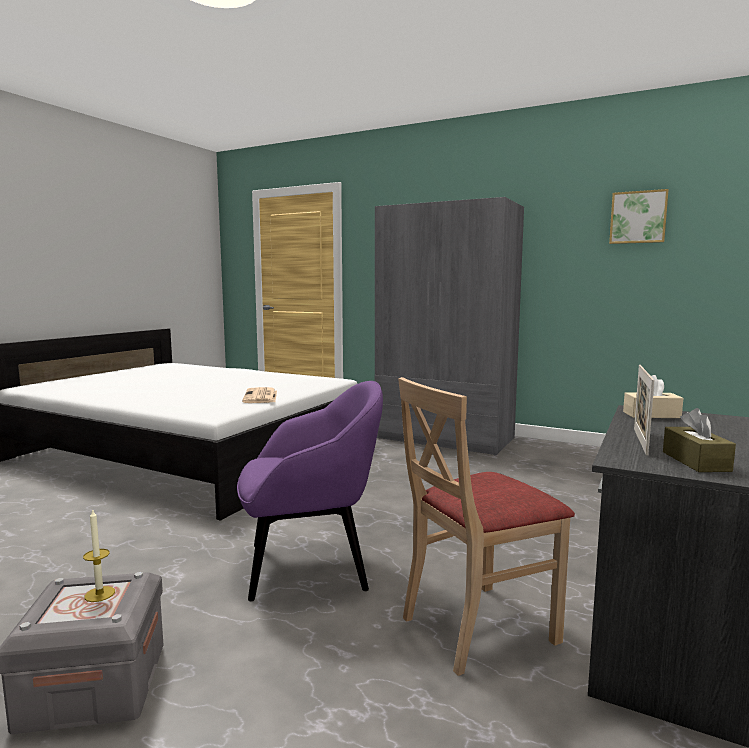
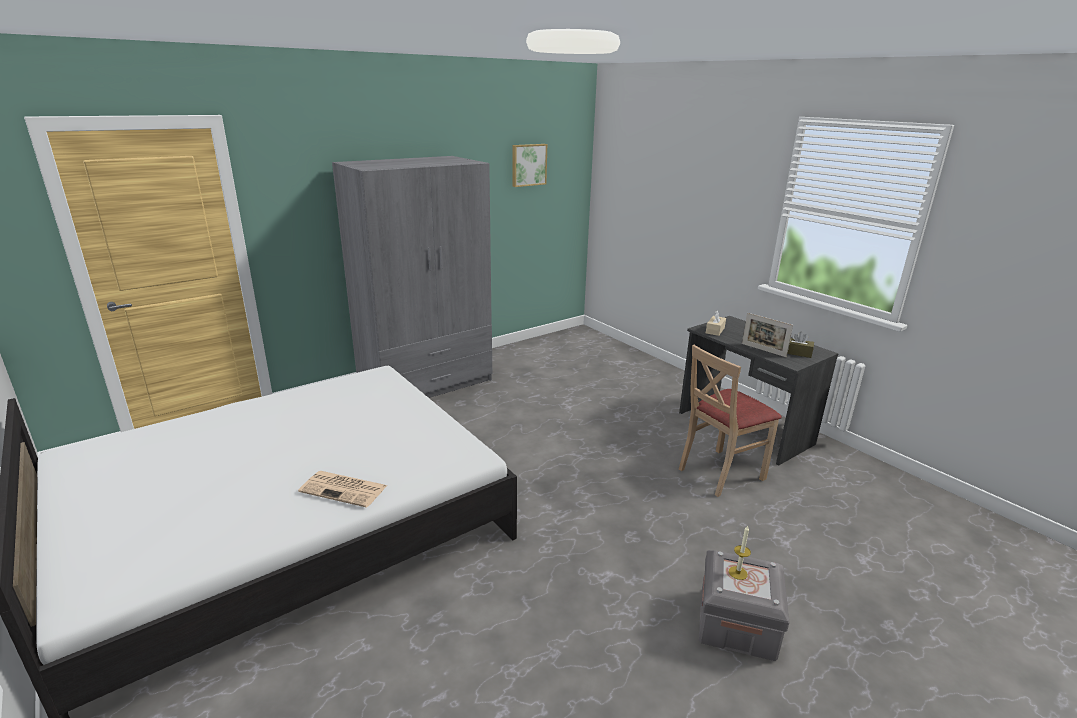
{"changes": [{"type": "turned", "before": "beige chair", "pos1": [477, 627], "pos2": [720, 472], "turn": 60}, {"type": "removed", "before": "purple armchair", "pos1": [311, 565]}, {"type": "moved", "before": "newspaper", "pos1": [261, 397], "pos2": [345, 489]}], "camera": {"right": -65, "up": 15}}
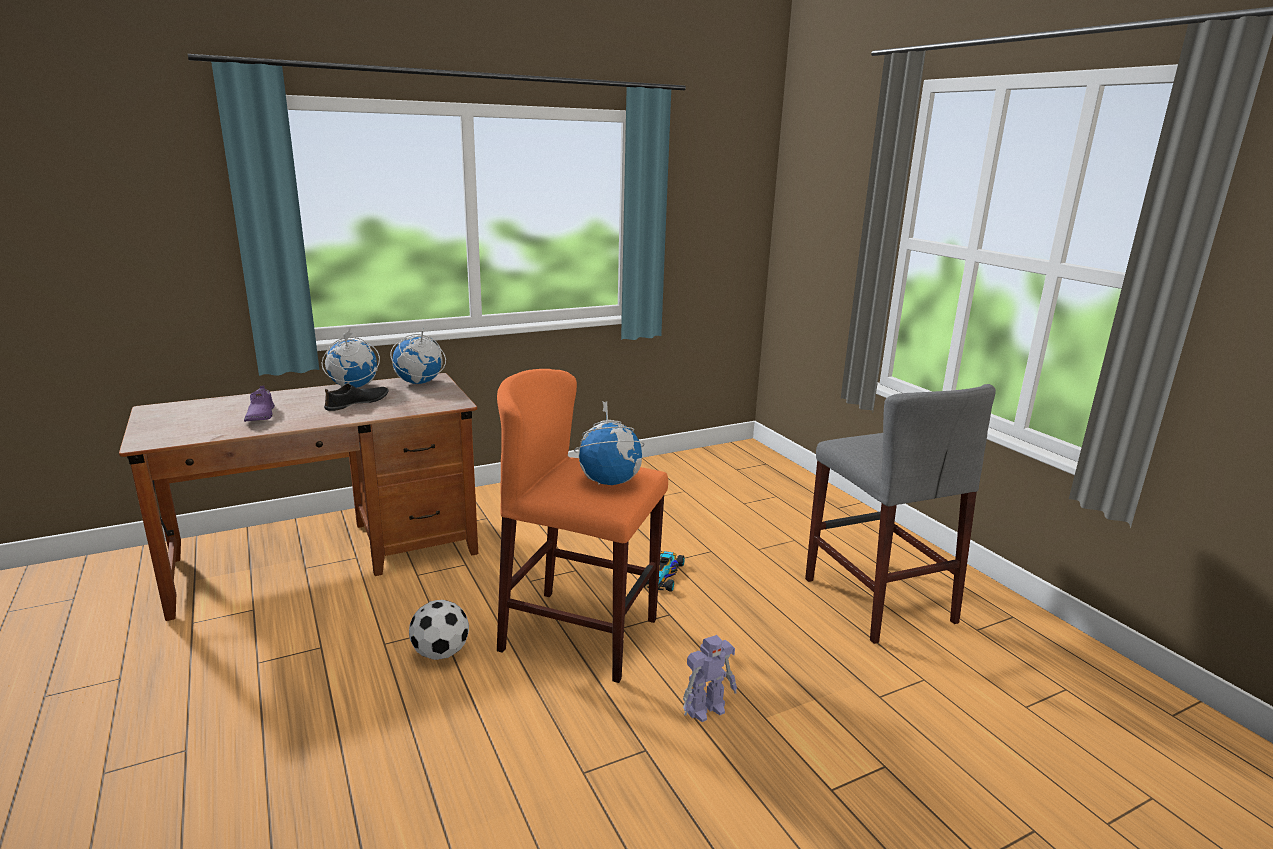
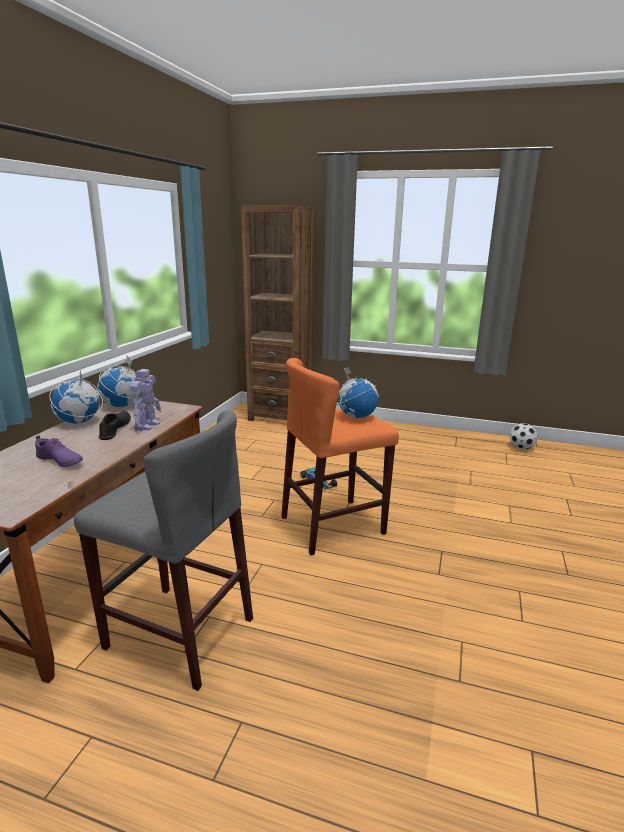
{"changes": [{"type": "moved", "before": "grey stool", "pos1": [878, 599], "pos2": [179, 632]}, {"type": "moved", "before": "football", "pos1": [441, 652], "pos2": [521, 448]}, {"type": "moved", "before": "toy robot", "pos1": [707, 709], "pos2": [147, 425]}, {"type": "added", "after": "brown bookcase", "pos2": [280, 416]}], "camera": {"right": -45, "up": 0}}
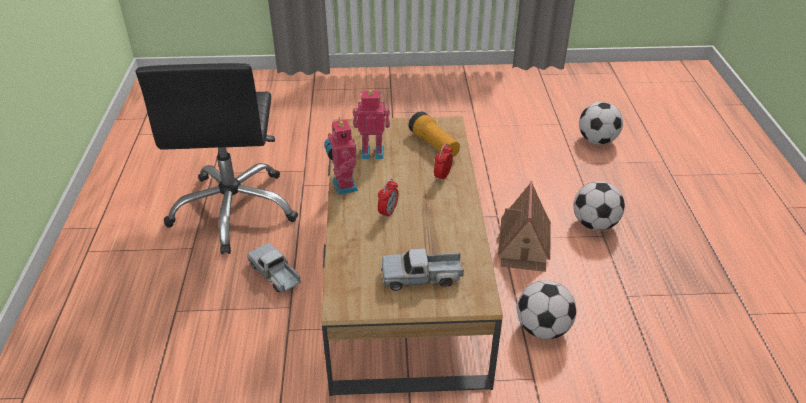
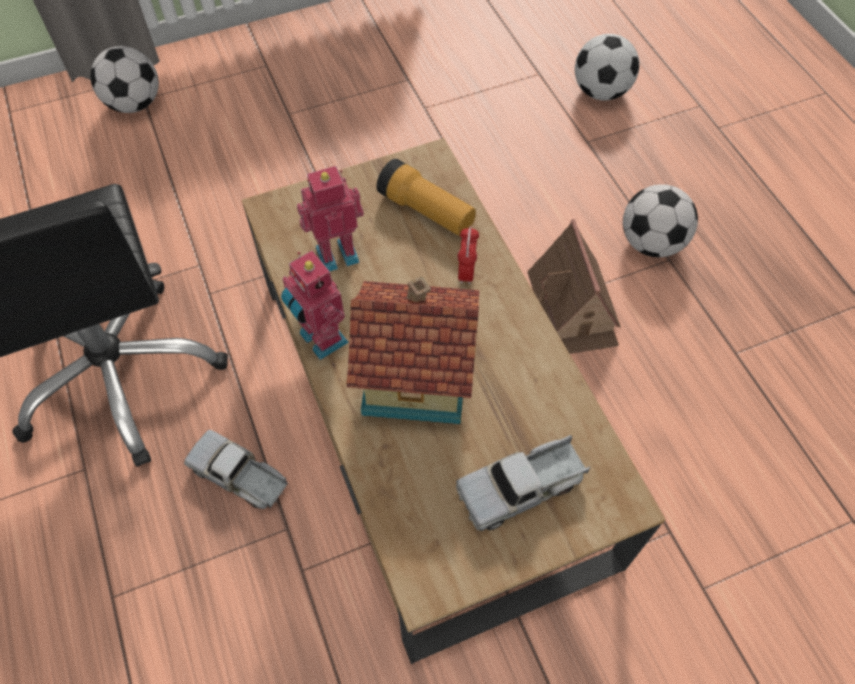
{"changes": [{"type": "replaced", "before": "alarm clock", "after": "toy house", "pos1": [388, 212], "pos2": [415, 373]}, {"type": "moved", "before": "football", "pos1": [542, 328], "pos2": [135, 104]}], "camera": {"right": -20, "up": 20}}
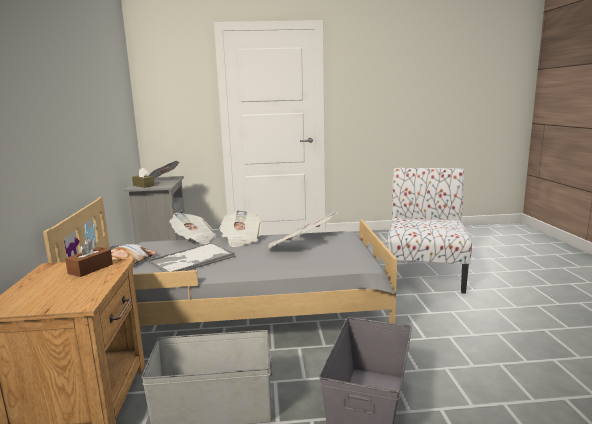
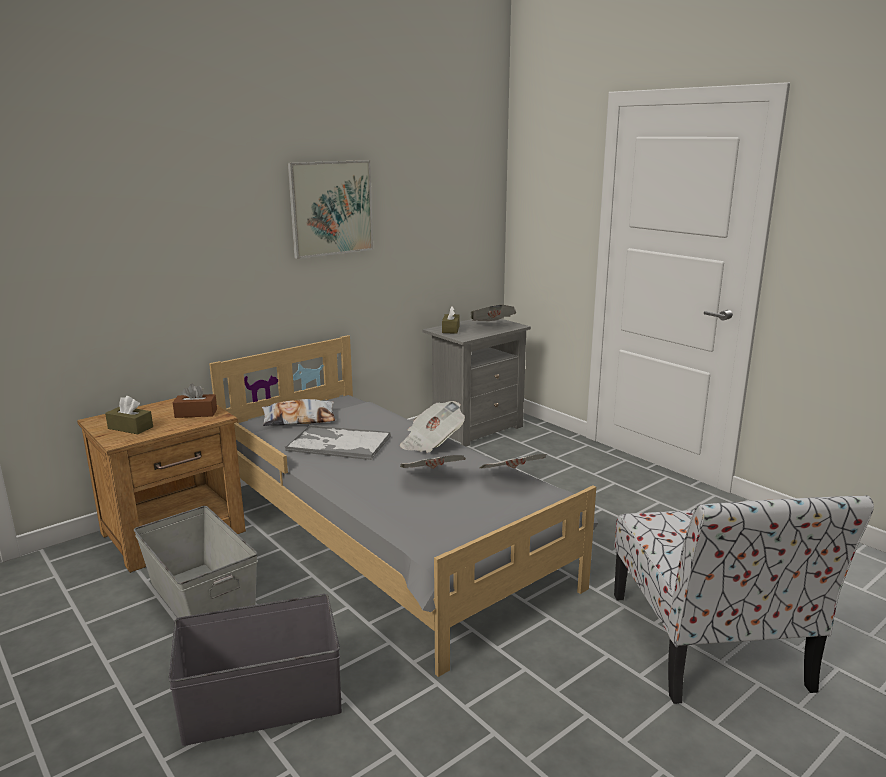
{"changes": [{"type": "turned", "before": "chair", "pos1": [424, 273], "pos2": [709, 643], "turn": 105}, {"type": "removed", "before": "newspaper", "pos1": [194, 239]}, {"type": "added", "after": "picture", "pos2": [331, 208]}, {"type": "added", "after": "brown tissue box", "pos2": [130, 428]}], "camera": {"right": 55, "up": 5}}
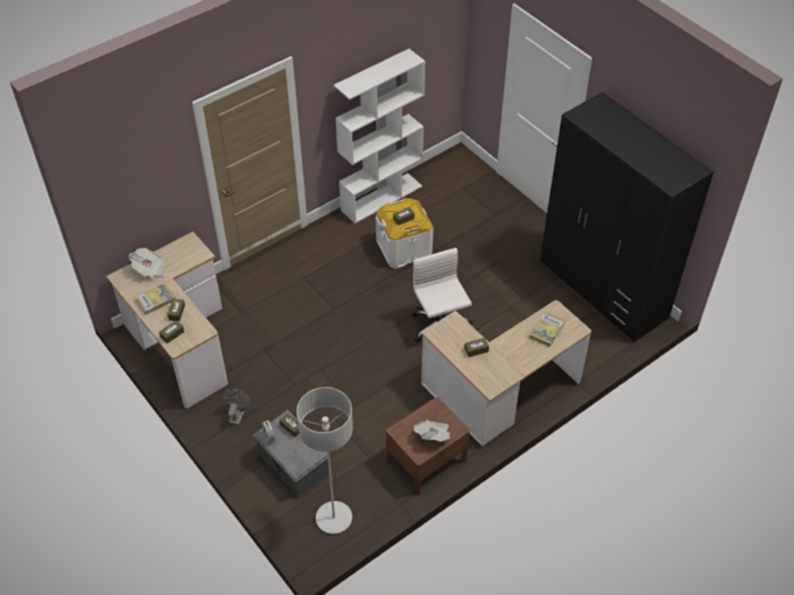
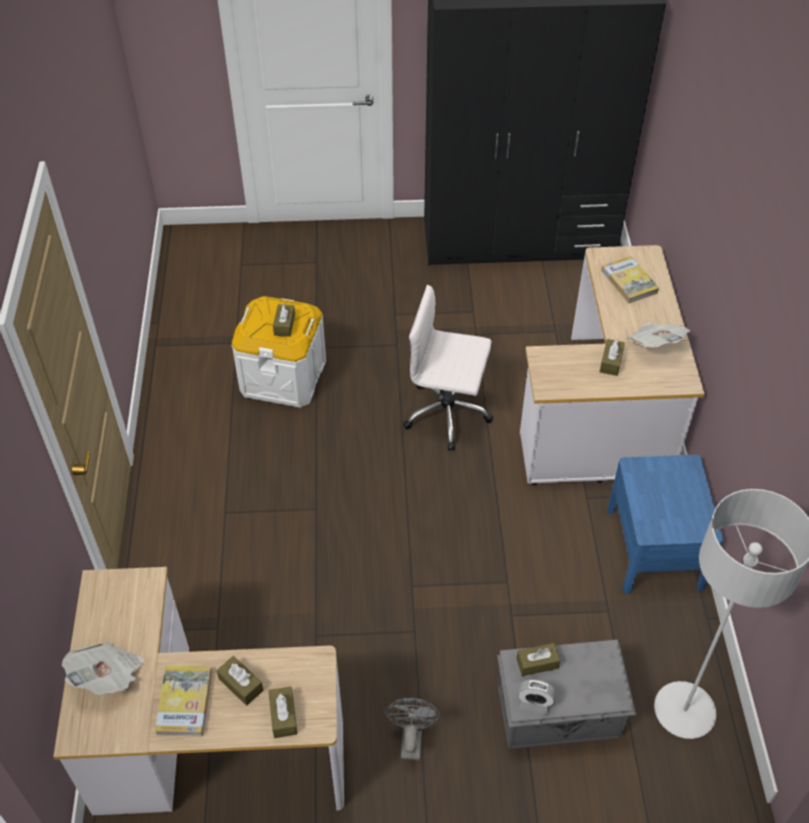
{"changes": [{"type": "removed", "before": "white bookcase", "pos1": [381, 197]}, {"type": "turned", "before": "grey fan", "pos1": [237, 415], "pos2": [411, 739], "turn": 45}, {"type": "recoloured", "before": "brown nightstand", "after": "blue nightstand", "pos1": [426, 460], "pos2": [654, 548]}, {"type": "moved", "before": "newspaper", "pos1": [433, 436], "pos2": [655, 344]}], "camera": {"right": -55, "up": 0}}
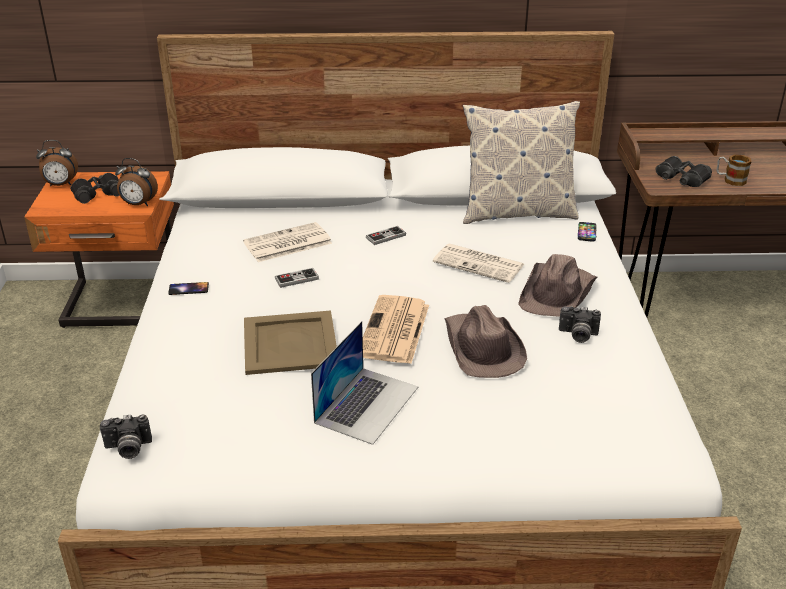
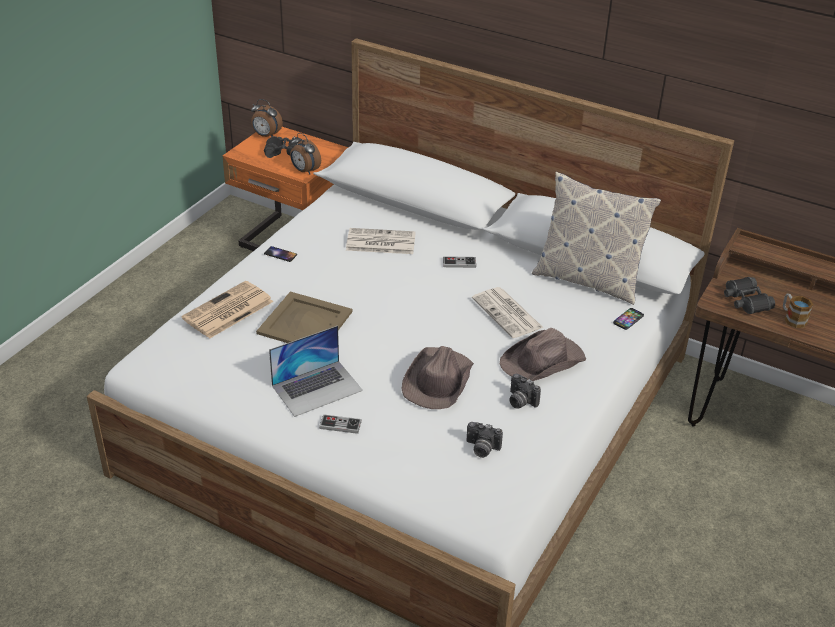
{"changes": [{"type": "moved", "before": "game controller", "pos1": [296, 279], "pos2": [340, 425]}, {"type": "moved", "before": "newspaper", "pos1": [394, 331], "pos2": [227, 311]}, {"type": "moved", "before": "photo camera", "pos1": [128, 449], "pos2": [481, 449]}], "camera": {"right": 30, "up": 5}}
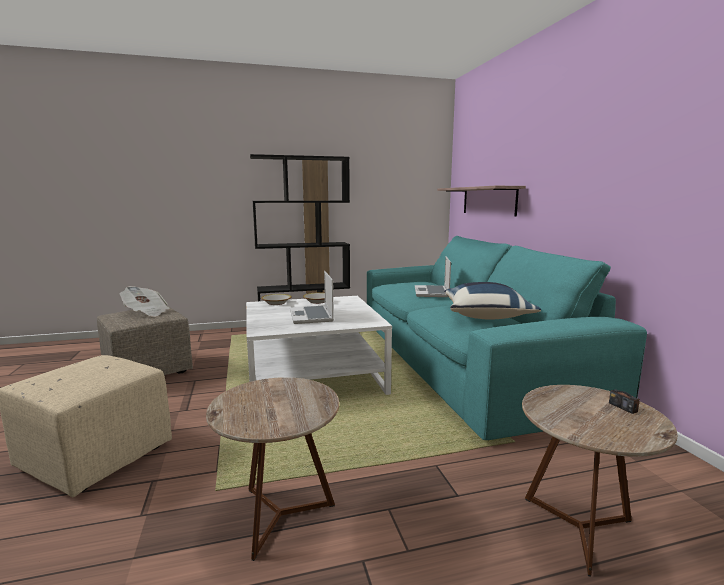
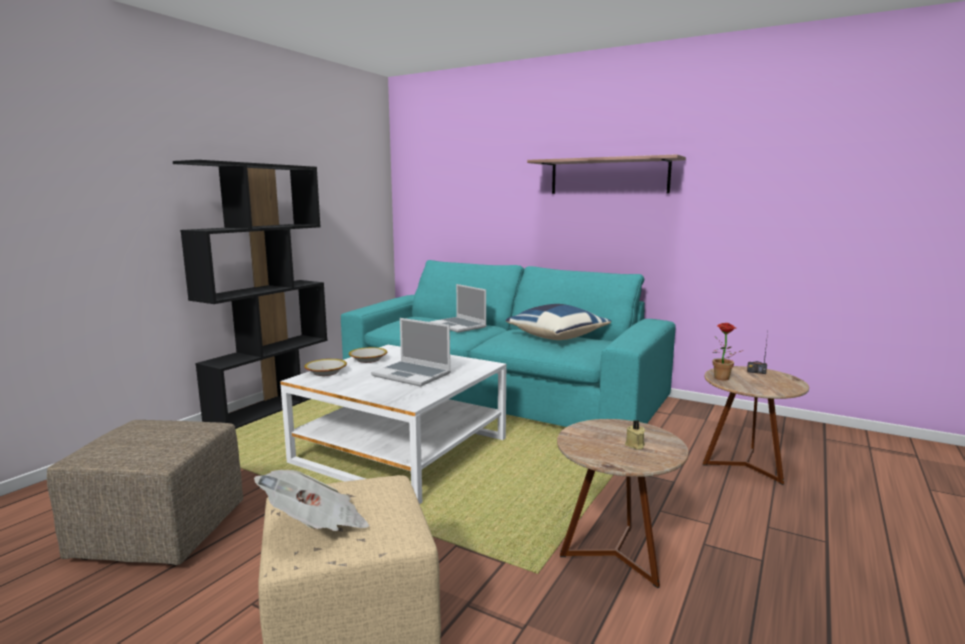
{"changes": [{"type": "moved", "before": "shelf", "pos1": [488, 201], "pos2": [608, 176]}, {"type": "moved", "before": "newspaper", "pos1": [146, 312], "pos2": [316, 526]}, {"type": "added", "after": "potted plant", "pos2": [722, 379]}, {"type": "added", "after": "beige candle", "pos2": [635, 445]}], "camera": {"right": -45, "up": 0}}
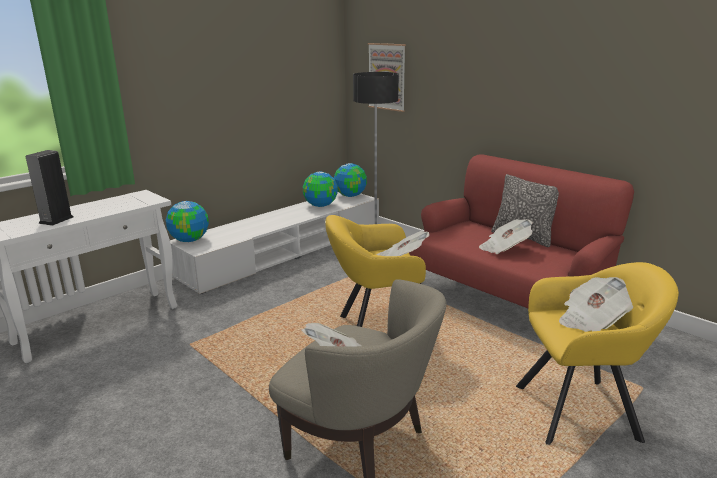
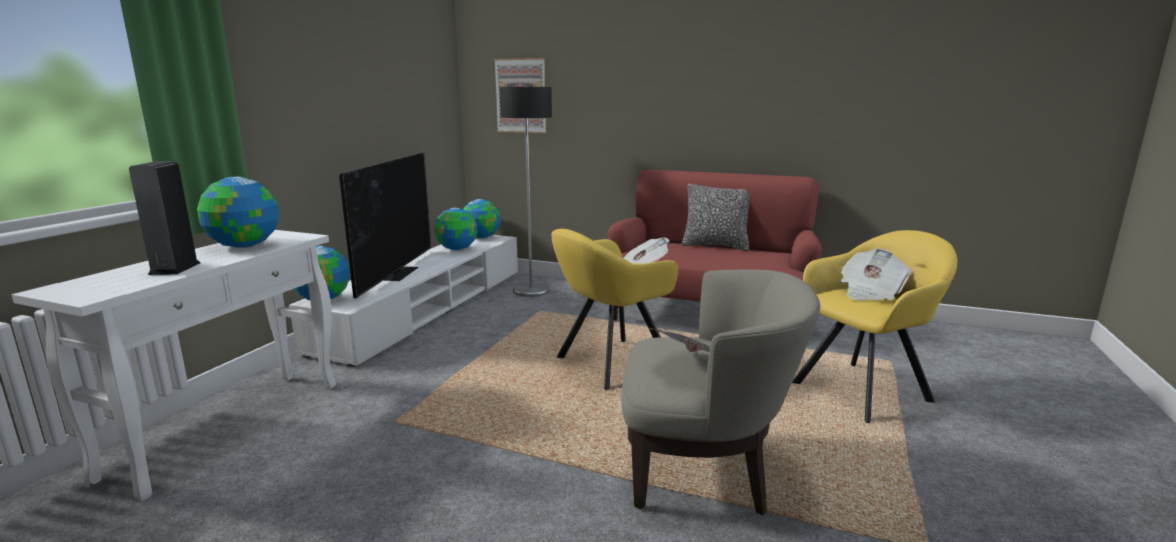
{"changes": [{"type": "removed", "before": "newspaper", "pos1": [504, 248]}, {"type": "added", "after": "television", "pos2": [397, 273]}, {"type": "added", "after": "globe", "pos2": [244, 246]}], "camera": {"right": -25, "up": -5}}
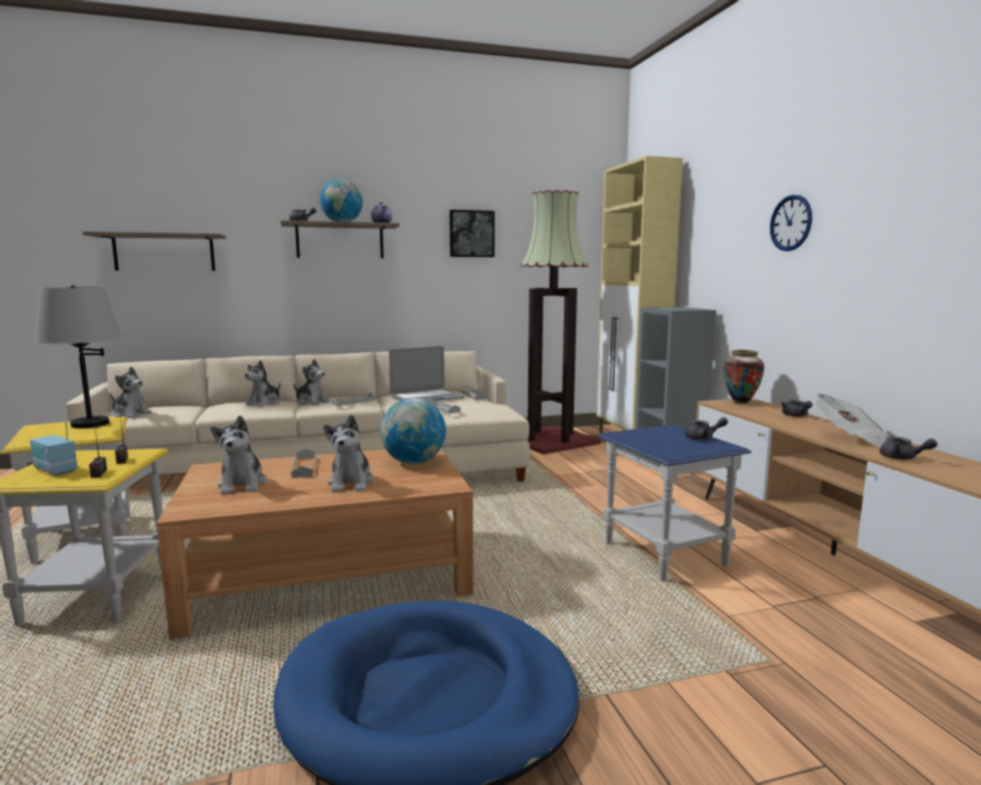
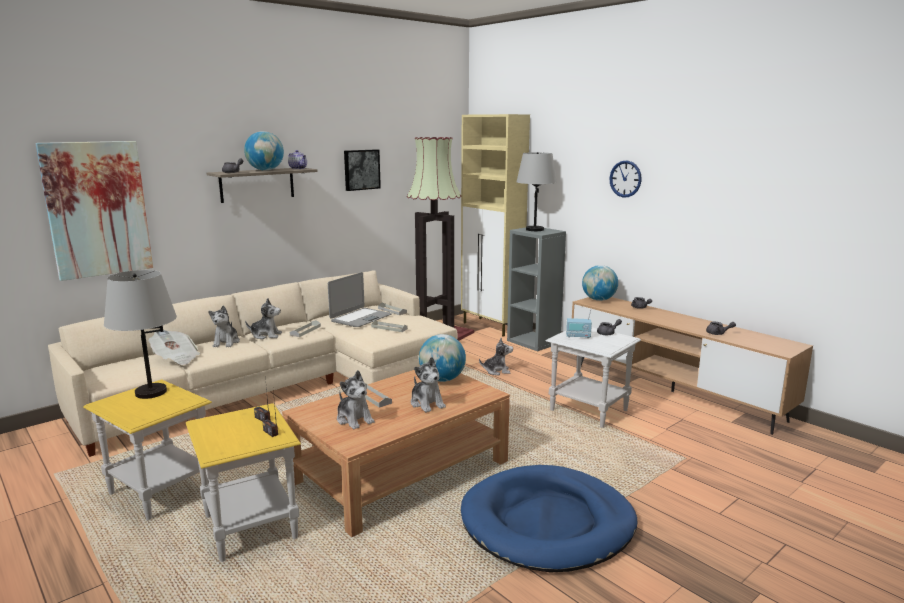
{"changes": [{"type": "replaced", "before": "shelf", "after": "picture", "pos1": [164, 252], "pos2": [97, 209]}, {"type": "replaced", "before": "vase", "after": "globe", "pos1": [740, 403], "pos2": [599, 300]}, {"type": "moved", "before": "plush toy", "pos1": [130, 414], "pos2": [497, 371]}, {"type": "moved", "before": "newspaper", "pos1": [850, 438], "pos2": [176, 358]}, {"type": "moved", "before": "radio", "pos1": [55, 470], "pos2": [578, 336]}, {"type": "recoloured", "before": "blue side table", "after": "white side table", "pos1": [665, 554], "pos2": [589, 410]}, {"type": "added", "after": "grey table lamp", "pos2": [534, 229]}], "camera": {"right": -25, "up": 5}}
